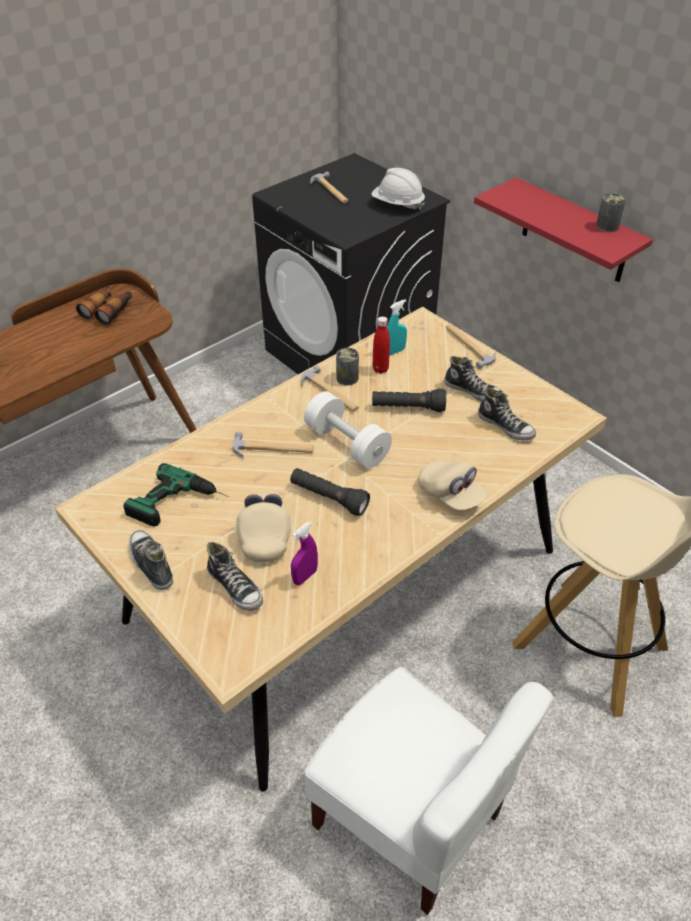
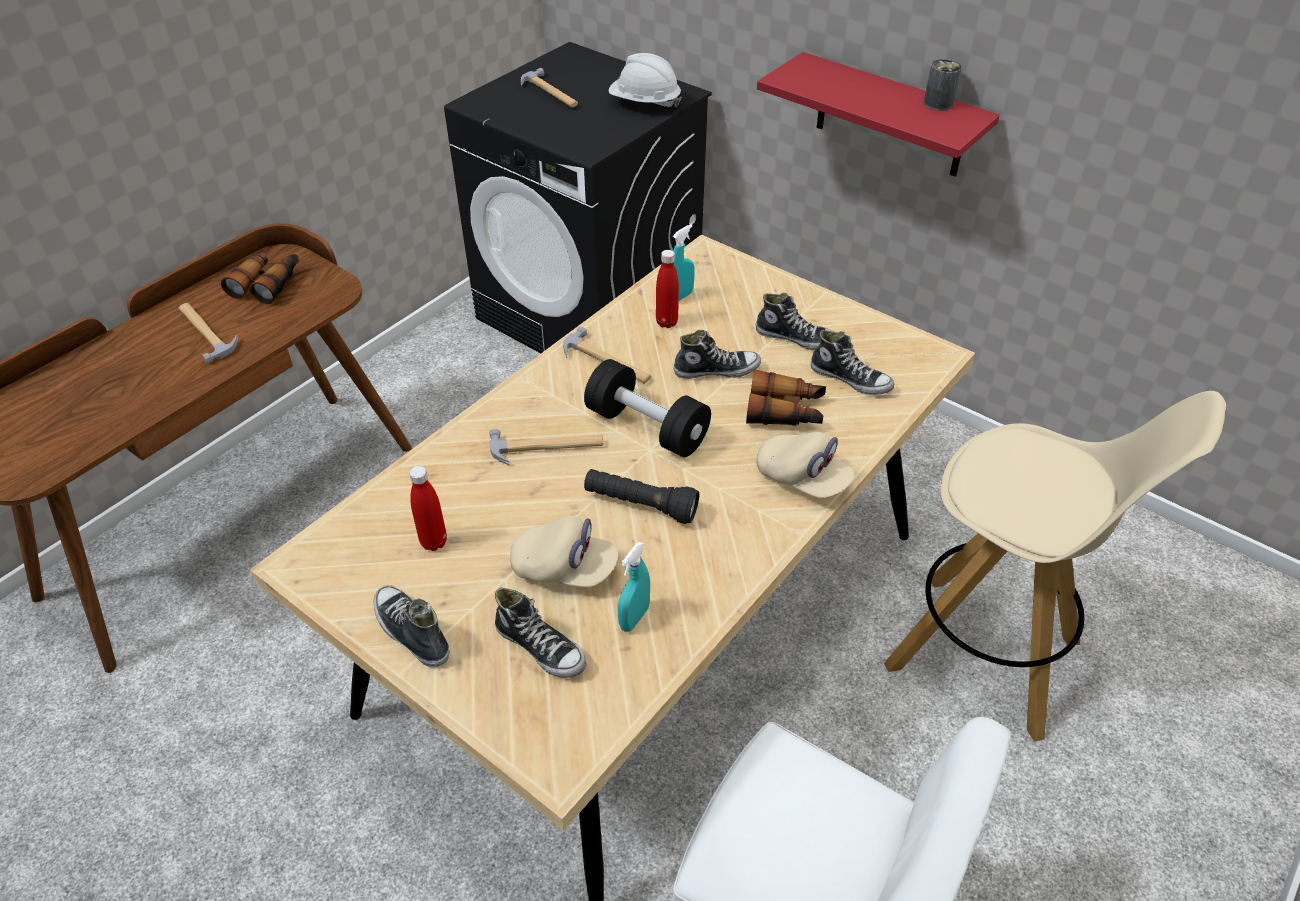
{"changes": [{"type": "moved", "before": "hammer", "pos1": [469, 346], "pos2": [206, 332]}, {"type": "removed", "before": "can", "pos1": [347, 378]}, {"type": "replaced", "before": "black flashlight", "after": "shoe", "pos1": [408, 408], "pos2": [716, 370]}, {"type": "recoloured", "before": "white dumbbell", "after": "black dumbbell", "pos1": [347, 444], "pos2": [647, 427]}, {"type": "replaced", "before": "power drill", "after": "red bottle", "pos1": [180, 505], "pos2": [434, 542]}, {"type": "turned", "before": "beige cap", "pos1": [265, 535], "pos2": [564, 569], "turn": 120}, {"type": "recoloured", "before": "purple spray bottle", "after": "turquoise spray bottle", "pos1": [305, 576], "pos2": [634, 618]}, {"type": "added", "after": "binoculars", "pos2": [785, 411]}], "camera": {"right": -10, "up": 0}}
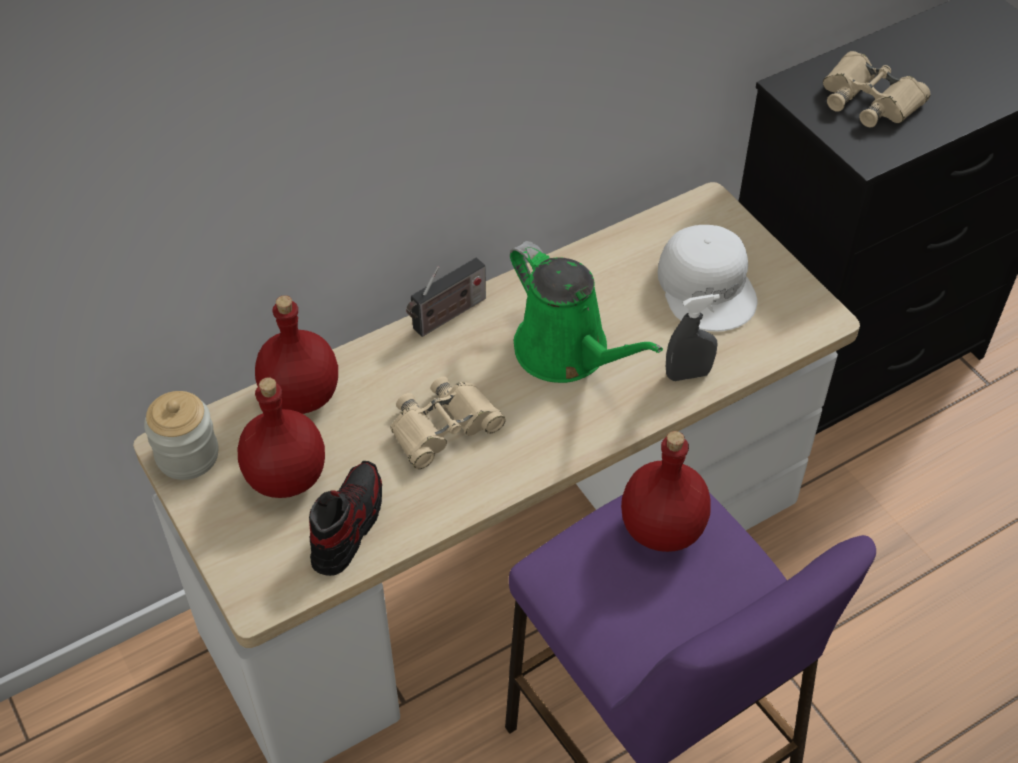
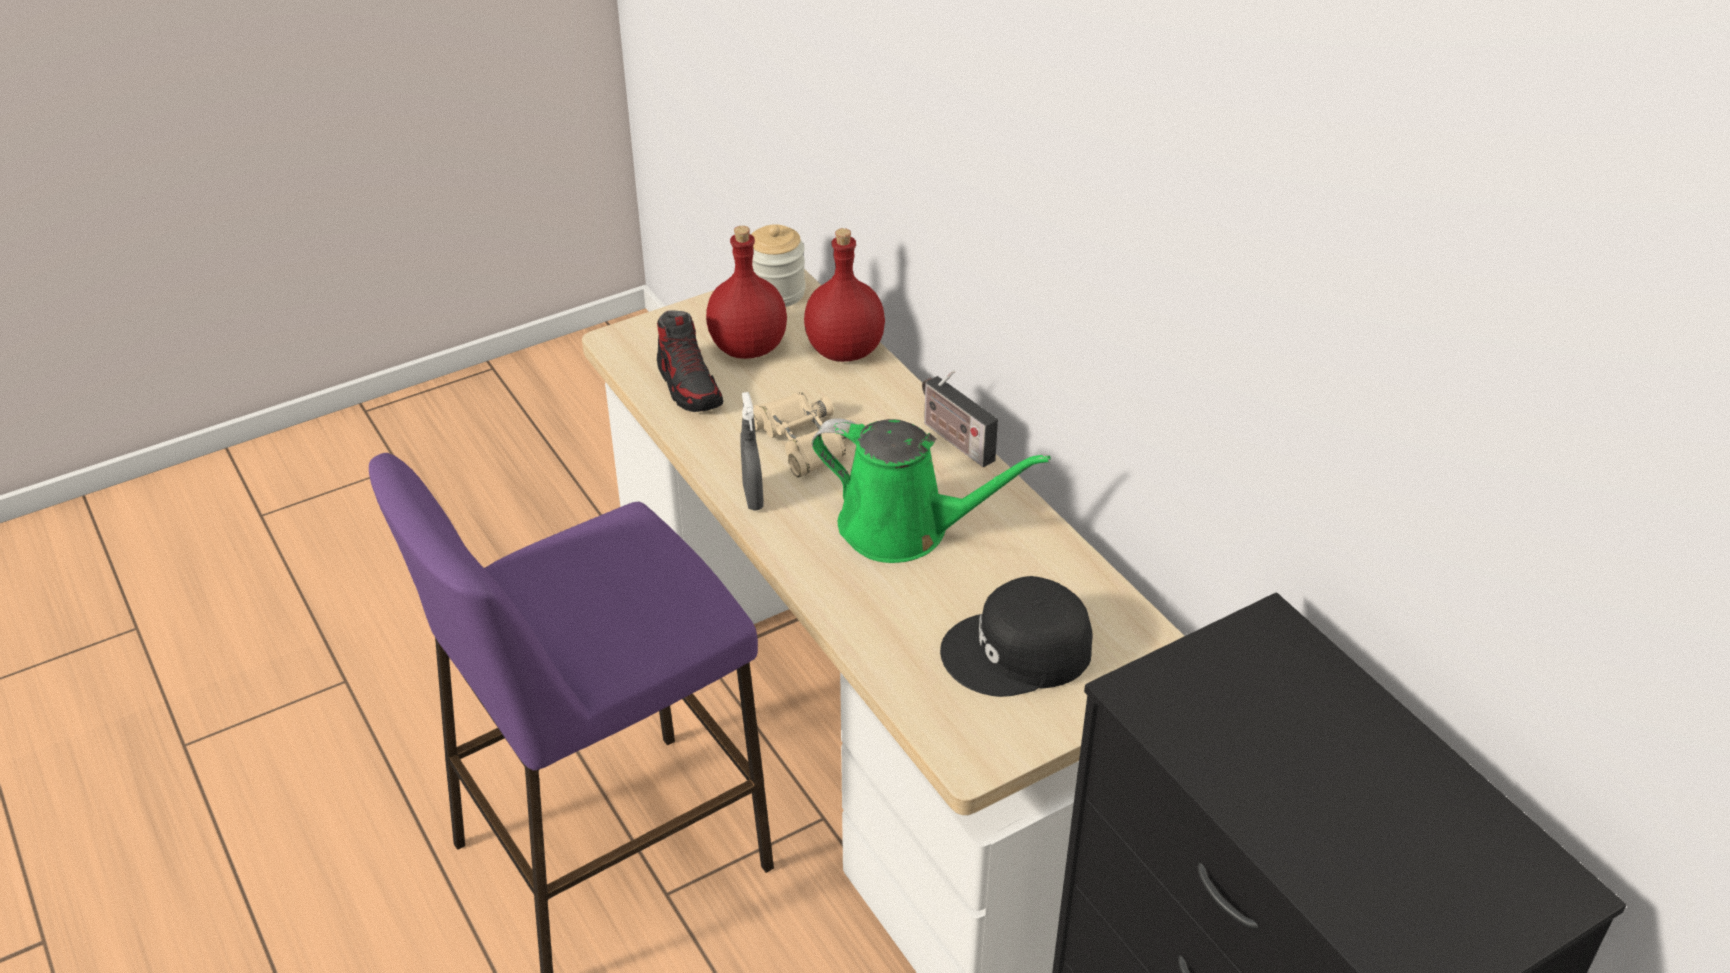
{"changes": [{"type": "removed", "before": "beige binoculars", "pos1": [869, 100]}, {"type": "recoloured", "before": "white cap", "after": "black cap", "pos1": [708, 286], "pos2": [1018, 652]}, {"type": "turned", "before": "green watering can", "pos1": [567, 353], "pos2": [904, 529], "turn": -120}, {"type": "moved", "before": "grey spray bottle", "pos1": [688, 374], "pos2": [753, 497]}, {"type": "removed", "before": "red bottle", "pos1": [660, 528]}, {"type": "turned", "before": "shoe", "pos1": [347, 525], "pos2": [689, 385], "turn": 45}], "camera": {"right": 90, "up": -10}}
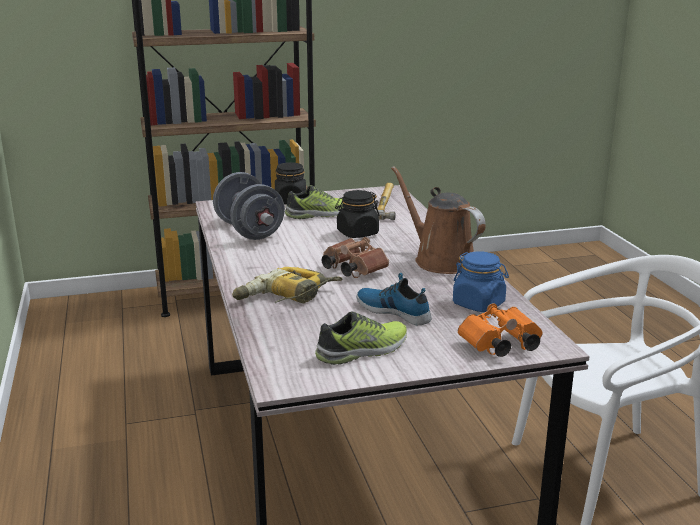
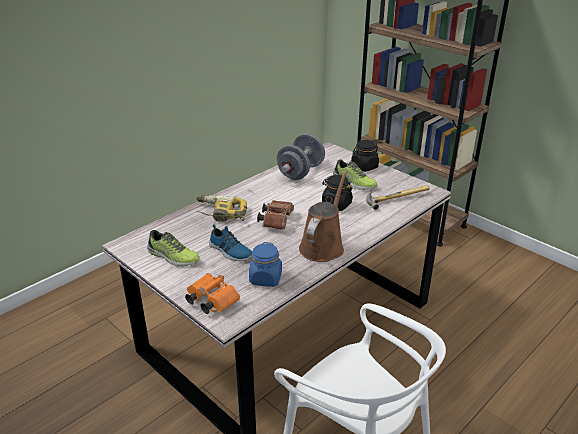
{"changes": [{"type": "turned", "before": "shoe", "pos1": [394, 311], "pos2": [230, 251], "turn": 120}], "camera": {"right": 60, "up": 10}}
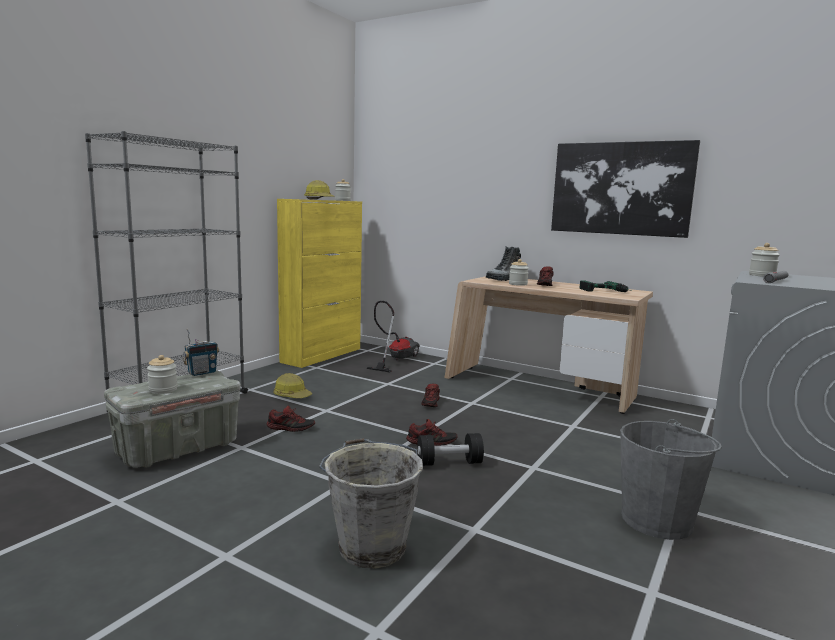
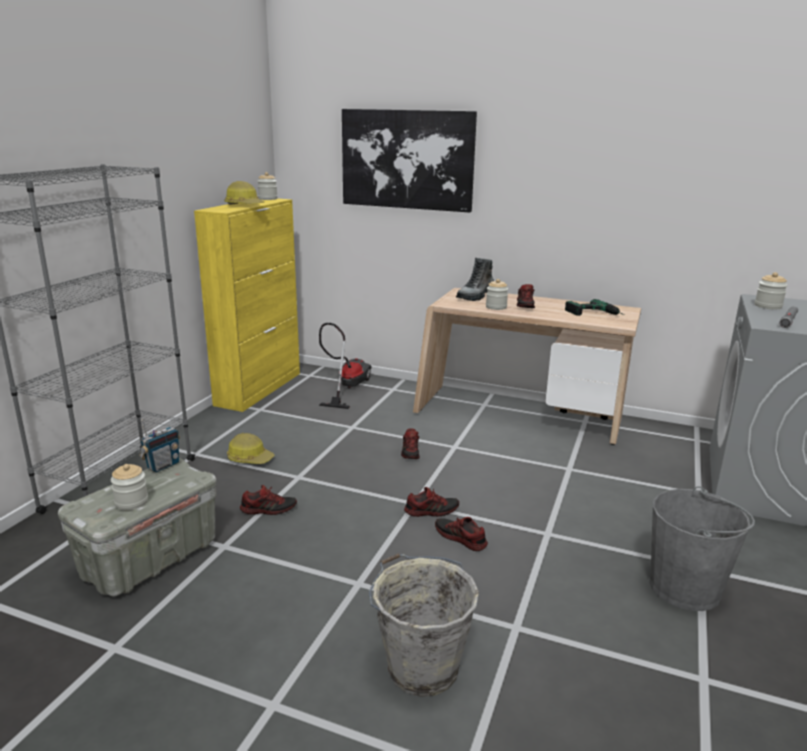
{"changes": [{"type": "moved", "before": "picture", "pos1": [621, 188], "pos2": [407, 159]}, {"type": "replaced", "before": "black dumbbell", "after": "shoe", "pos1": [449, 463], "pos2": [460, 539]}], "camera": {"right": -10, "up": 10}}
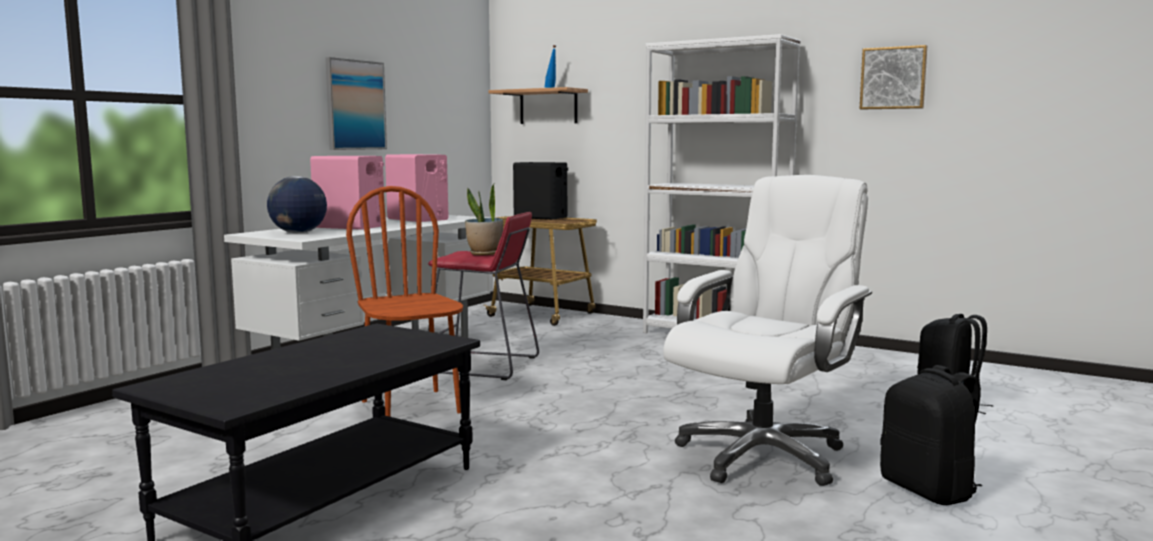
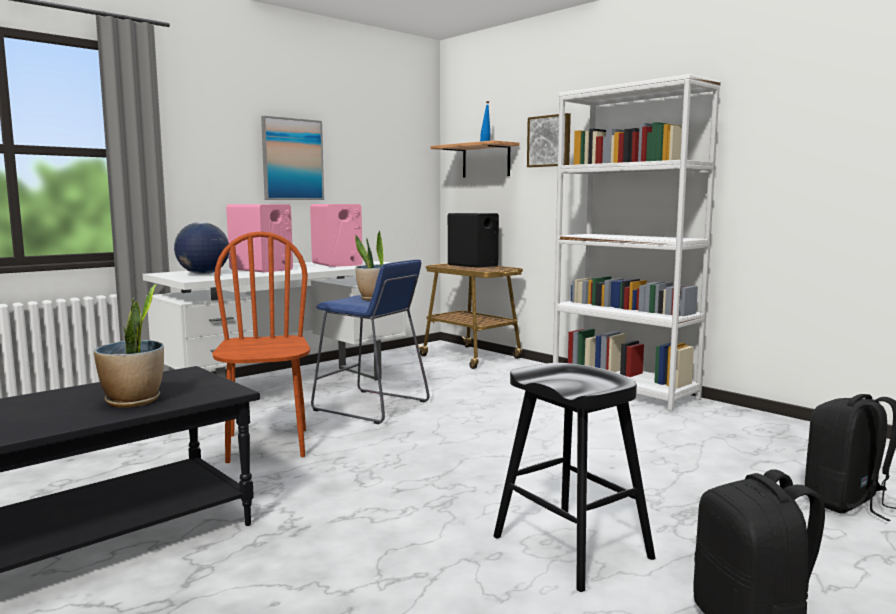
{"changes": [{"type": "moved", "before": "picture", "pos1": [893, 78], "pos2": [550, 141]}, {"type": "replaced", "before": "white office chair", "after": "black stool", "pos1": [762, 455], "pos2": [571, 547]}, {"type": "recoloured", "before": "red stool", "after": "blue stool", "pos1": [483, 365], "pos2": [371, 406]}, {"type": "added", "after": "potted plant", "pos2": [134, 401]}], "camera": {"right": 15, "up": 0}}
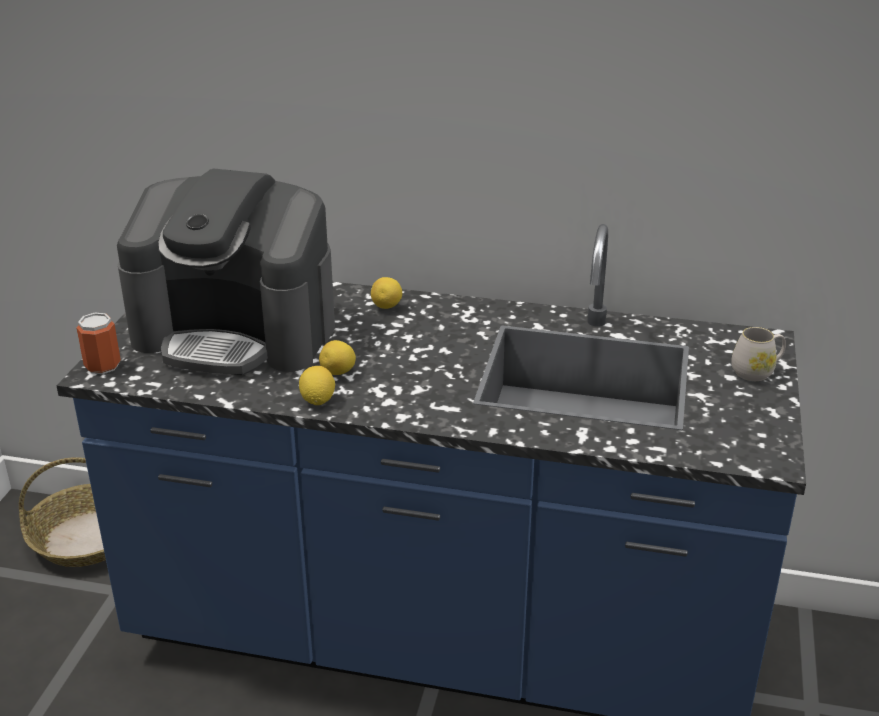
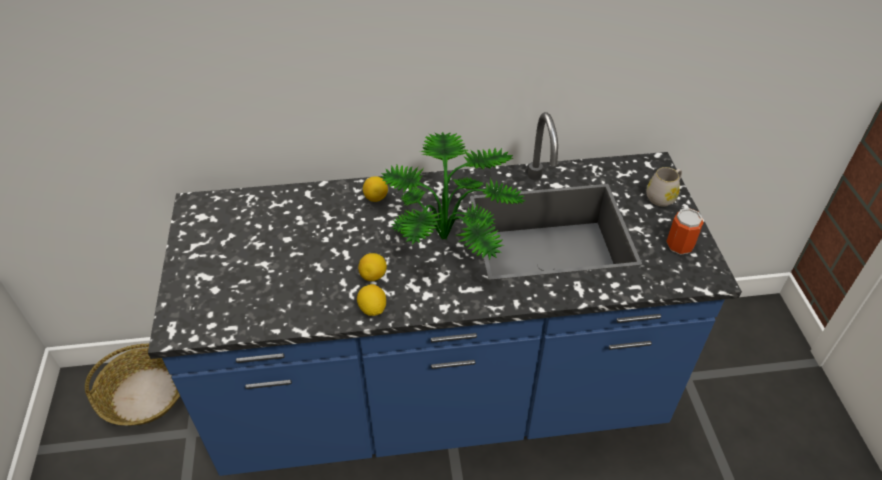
{"changes": [{"type": "removed", "before": "coffee machine", "pos1": [236, 332]}, {"type": "moved", "before": "can", "pos1": [102, 366], "pos2": [679, 245]}, {"type": "added", "after": "potted plant", "pos2": [452, 236]}], "camera": {"right": -20, "up": 15}}
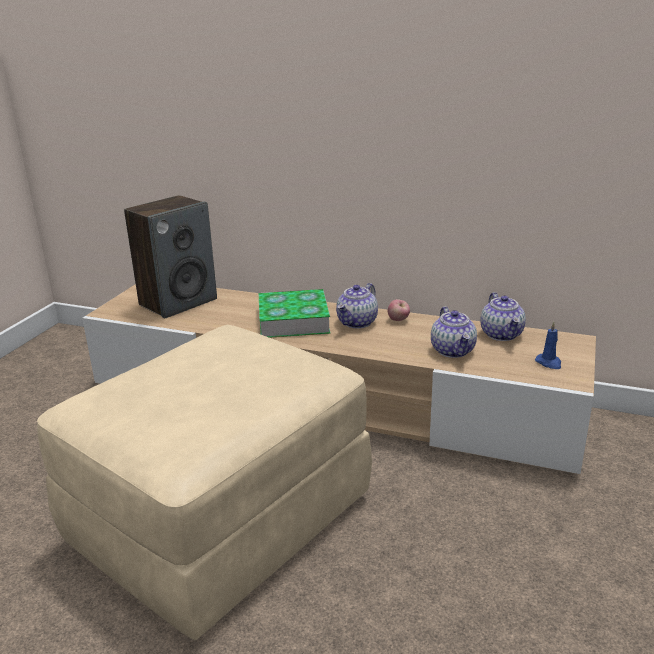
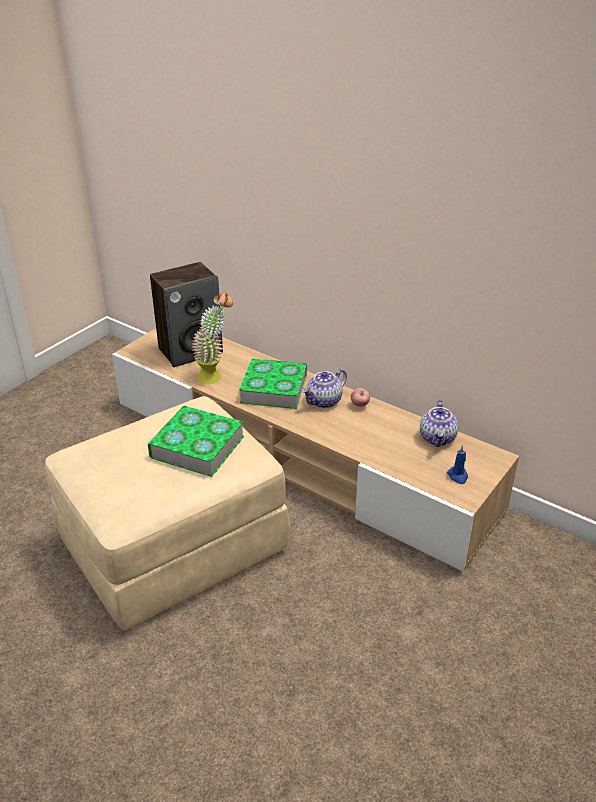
{"changes": [{"type": "removed", "before": "teapot", "pos1": [453, 351]}, {"type": "added", "after": "potted plant", "pos2": [215, 375]}, {"type": "added", "after": "book", "pos2": [197, 446]}], "camera": {"right": 15, "up": 10}}
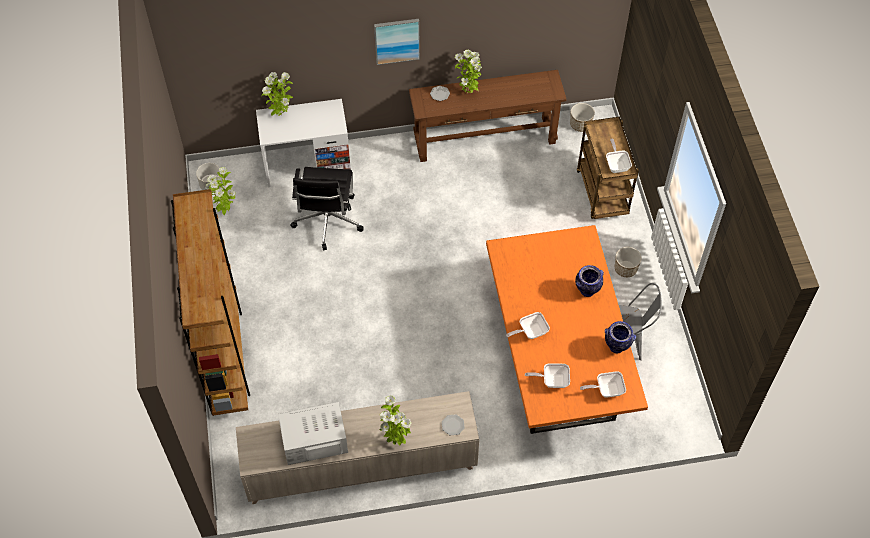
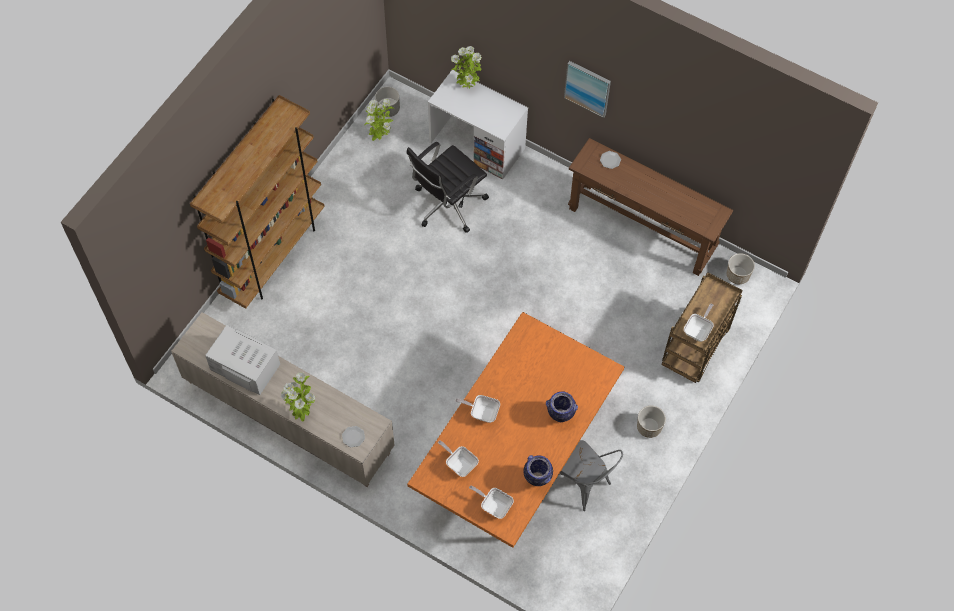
{"changes": [{"type": "removed", "before": "potted plant", "pos1": [468, 92]}], "camera": {"right": 40, "up": 5}}
